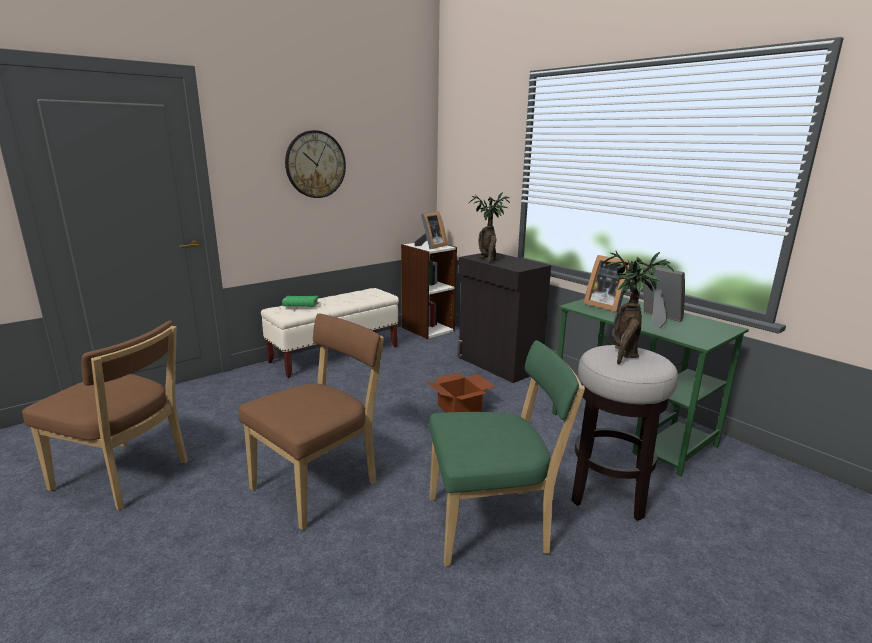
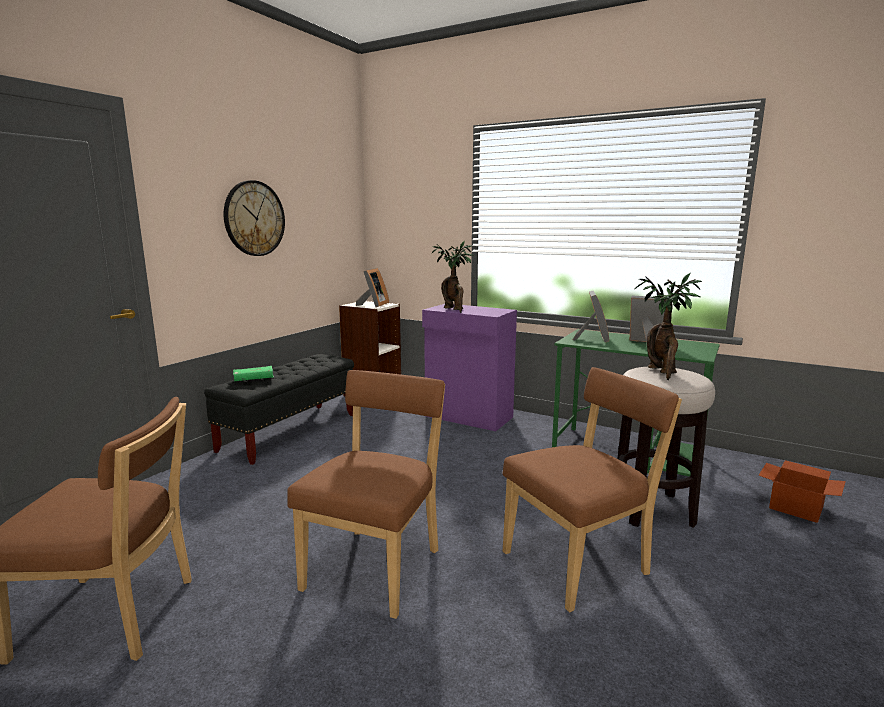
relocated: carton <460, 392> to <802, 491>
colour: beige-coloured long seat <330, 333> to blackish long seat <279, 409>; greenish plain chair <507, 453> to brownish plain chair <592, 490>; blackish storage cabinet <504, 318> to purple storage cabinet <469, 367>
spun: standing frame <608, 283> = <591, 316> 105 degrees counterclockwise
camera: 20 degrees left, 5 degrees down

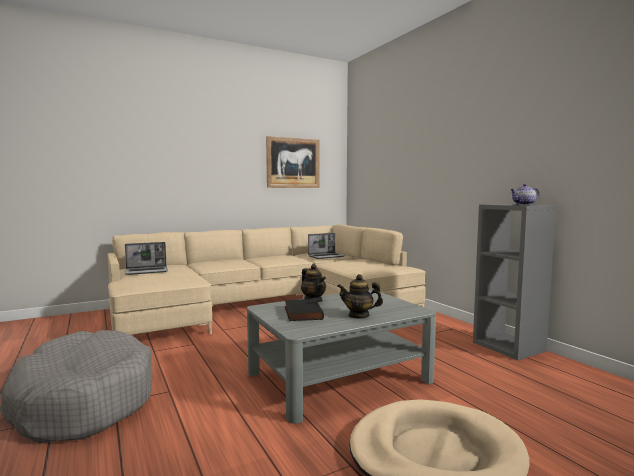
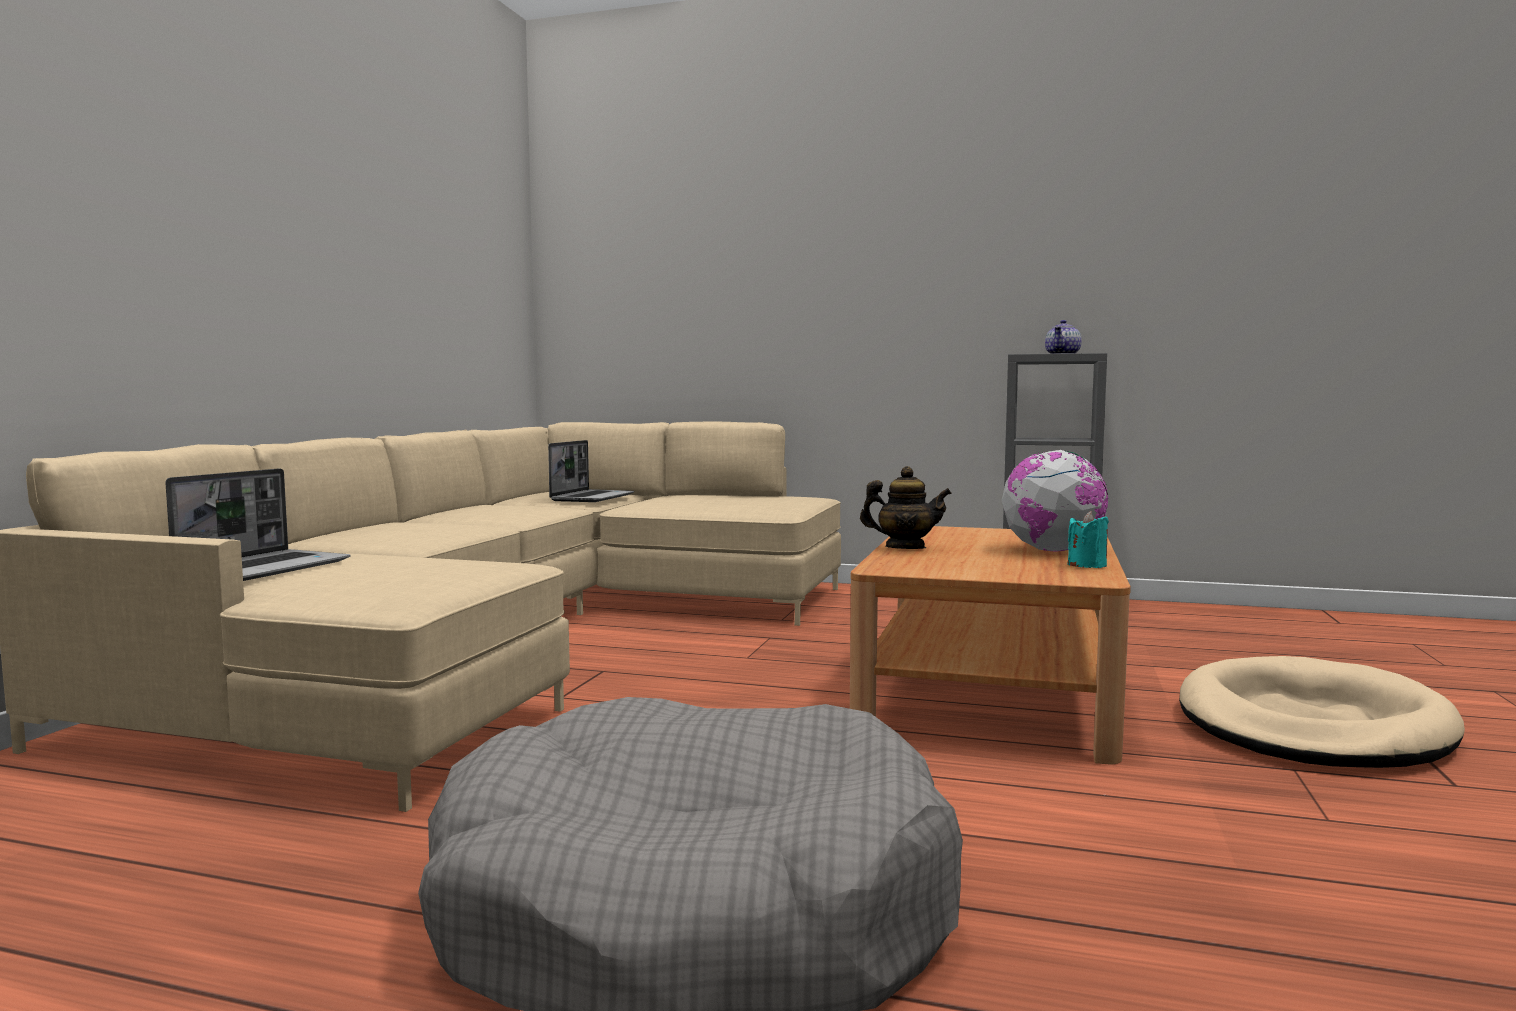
missing: wall picture <292, 162>; blackish book <304, 309>
appeared: blue-green wax light <1088, 539>
exchanged: teapot <360, 296> to world globe <1055, 500>
colour: grey lounge table <341, 356> to brownish lounge table <990, 645>
camera: 45 degrees left, 0 degrees up

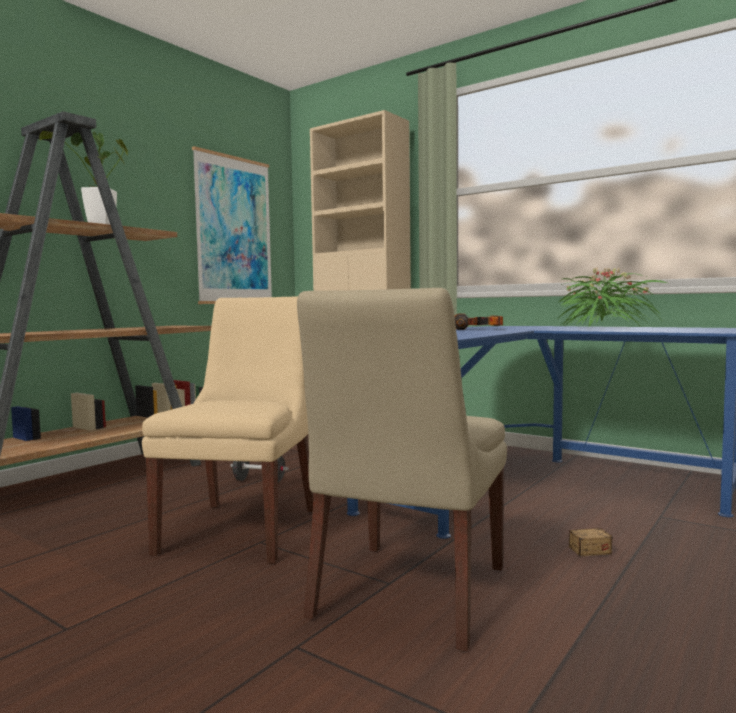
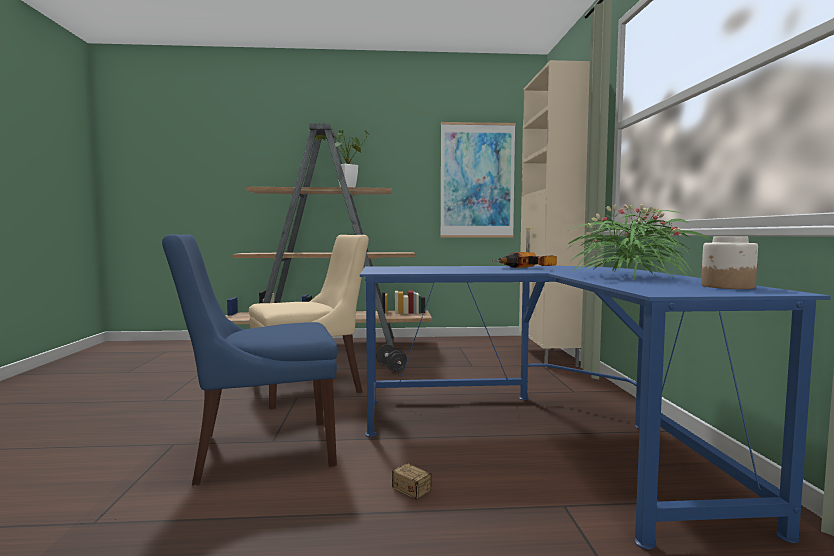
appeared: storage jar <729, 262>
colour: beige-coloured plain chair <402, 469> to blue-coloured plain chair <250, 359>
camera: 50 degrees right, 0 degrees up

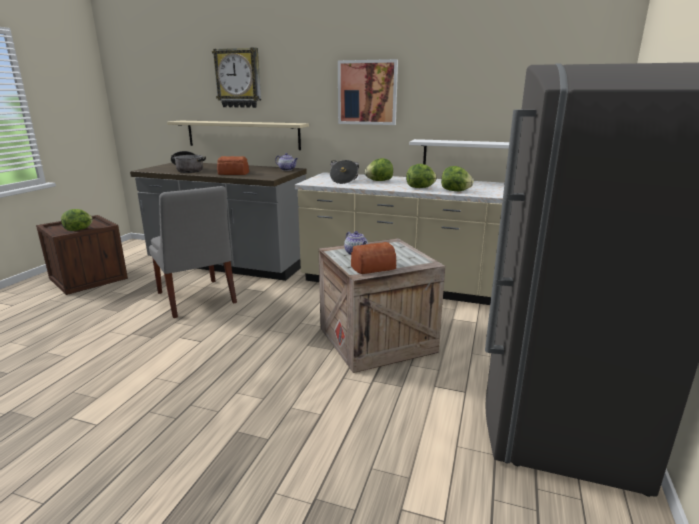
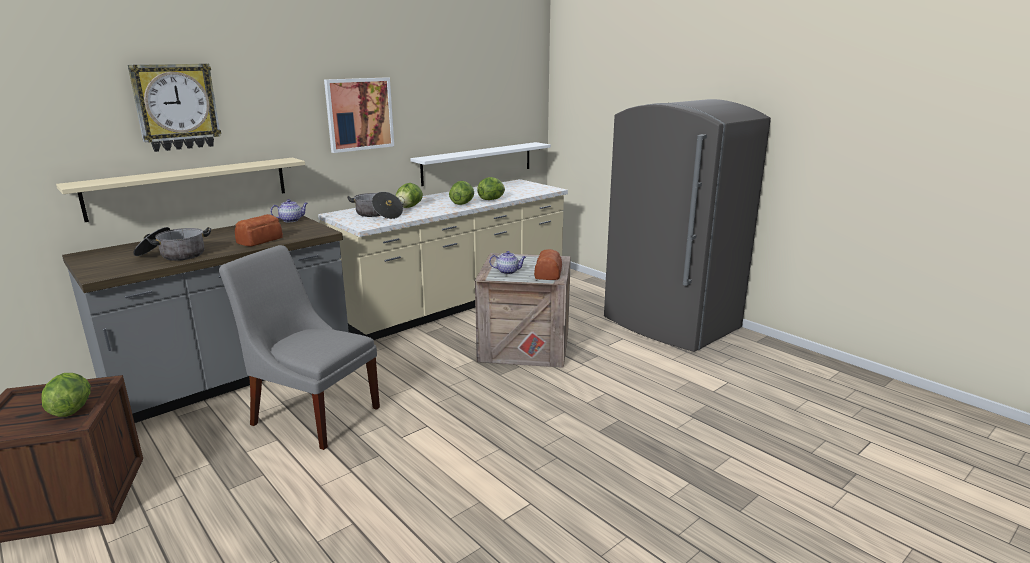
spun: grey plain chair <193, 252> = <299, 347> 150 degrees counterclockwise
camera: 60 degrees left, 0 degrees up

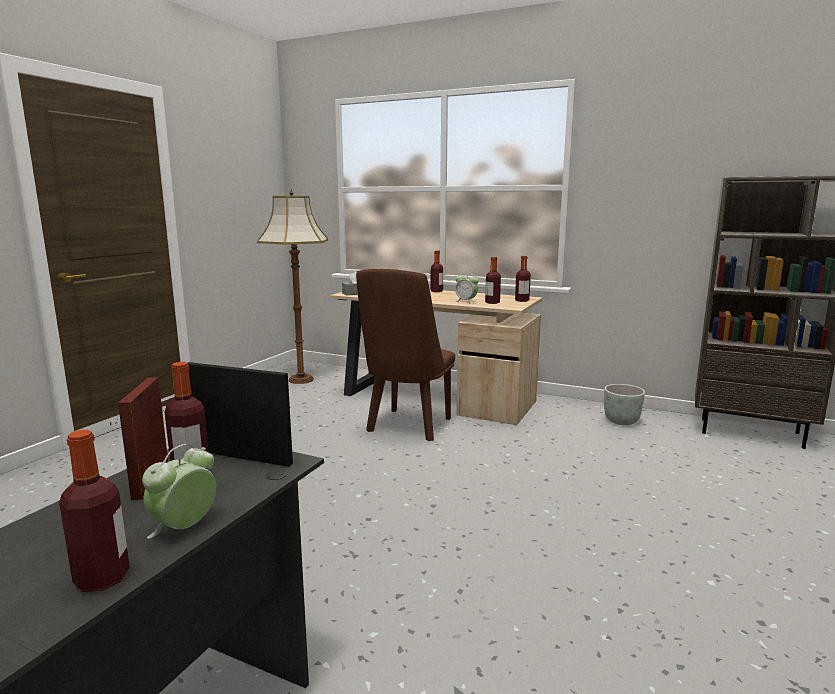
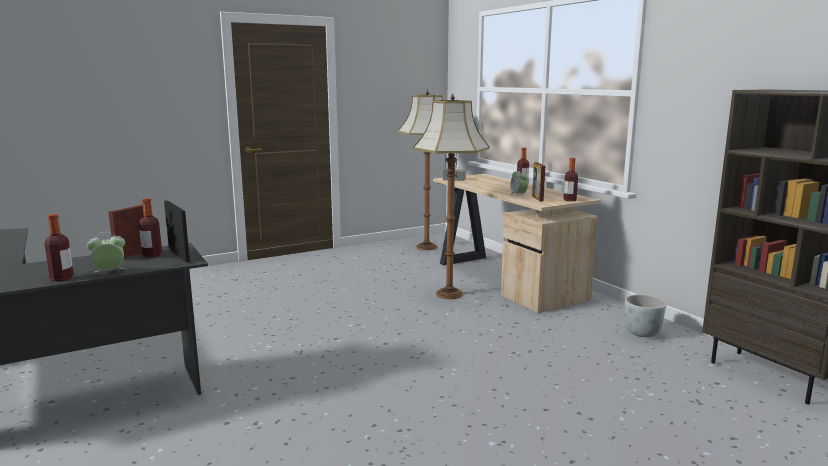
exchanged: brownish plain chair <405, 355> to standing lamp <451, 196>; bottle <493, 280> to standing frame <538, 182>
camera: 35 degrees right, 0 degrees up

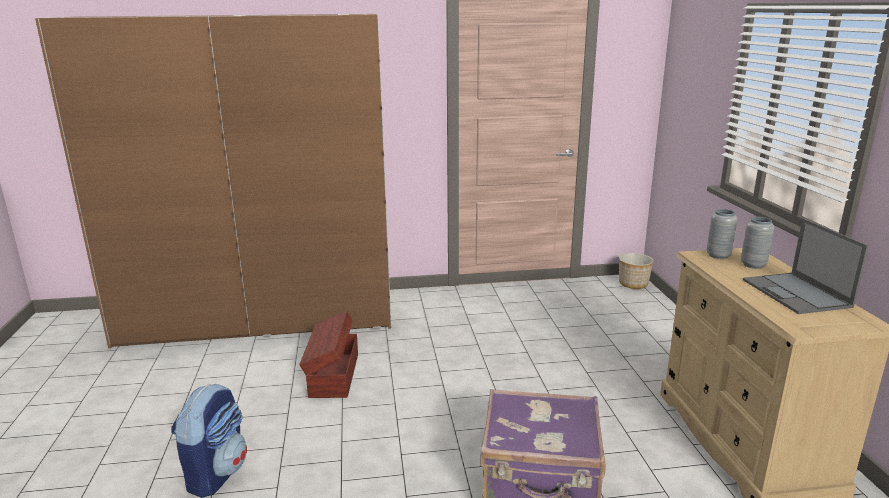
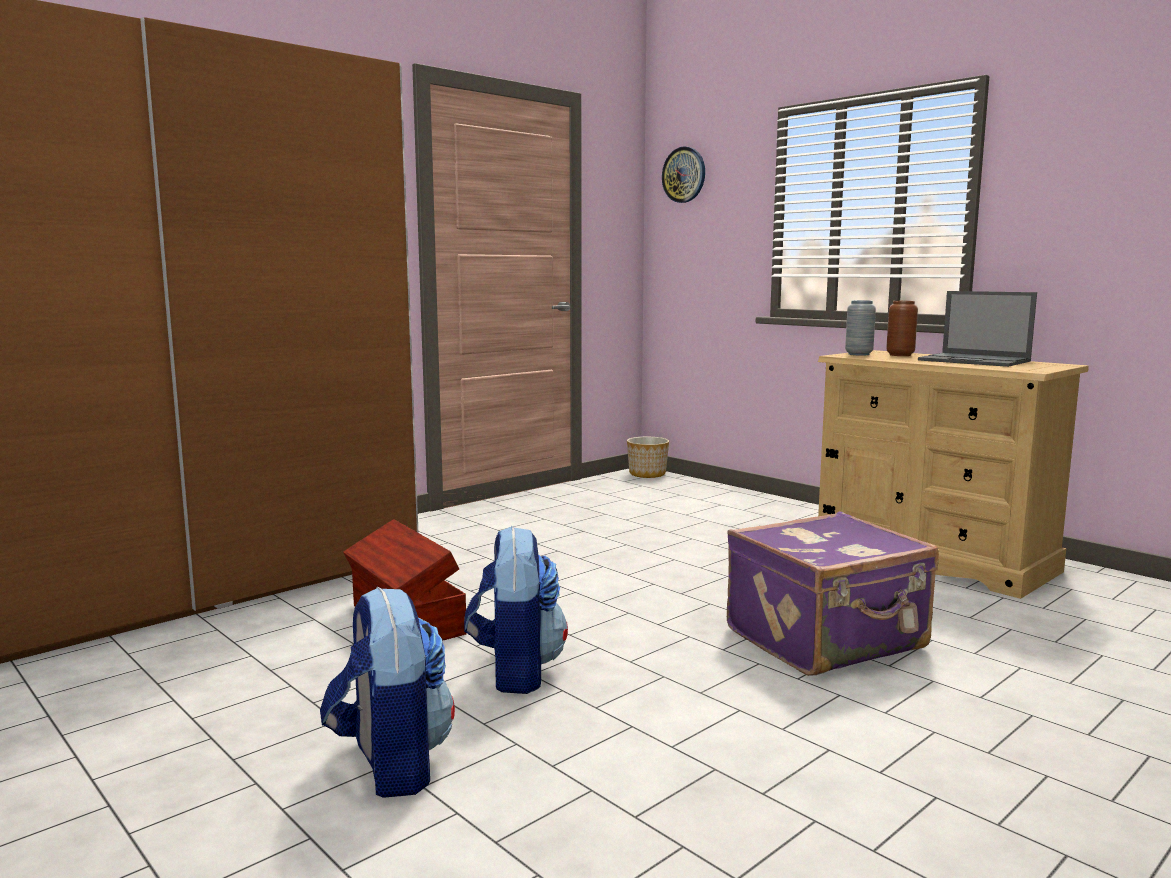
appeared: rucksack <516, 610>; hanging clock <683, 174>
colour: grey decorative vase <757, 243> to brownish decorative vase <902, 328>
camera: 35 degrees left, 10 degrees down

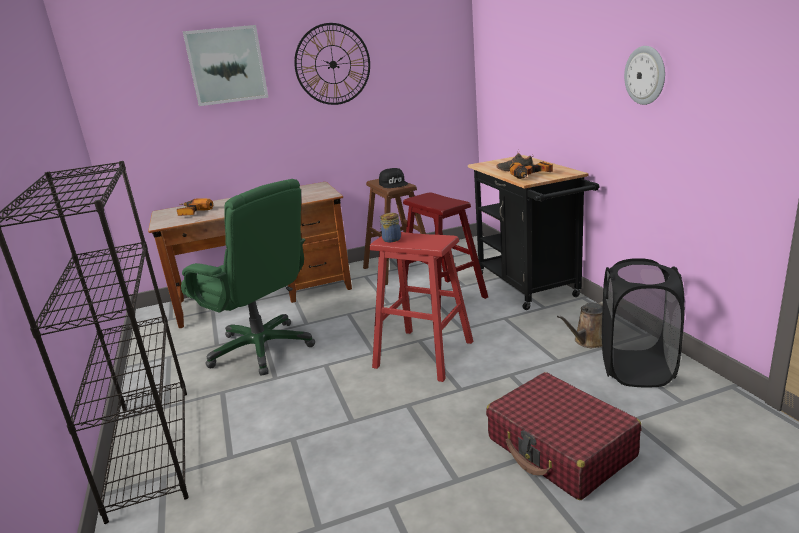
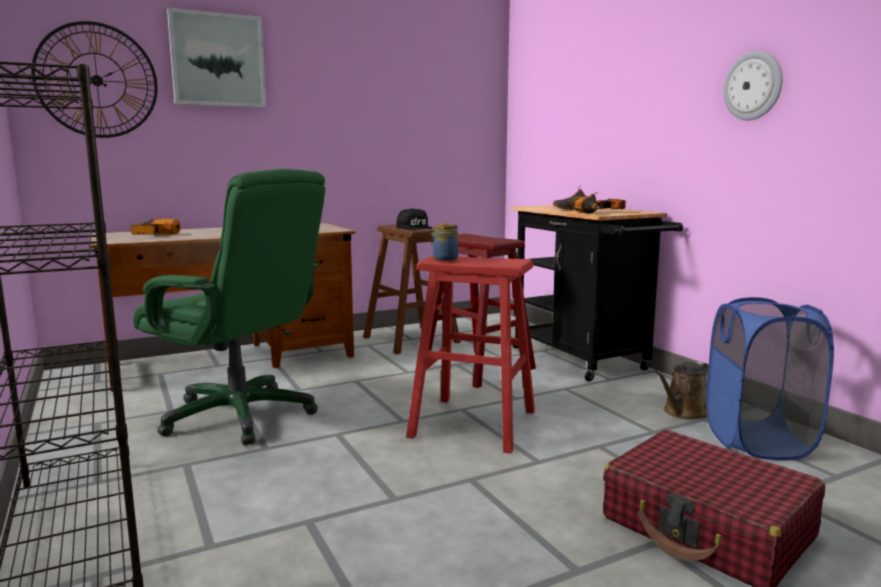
relocated: hanging clock <332, 64> to <94, 79>
colour: blackish laundry basket <643, 323> to blue-coloured laundry basket <770, 378>
camera: 10 degrees left, 10 degrees down

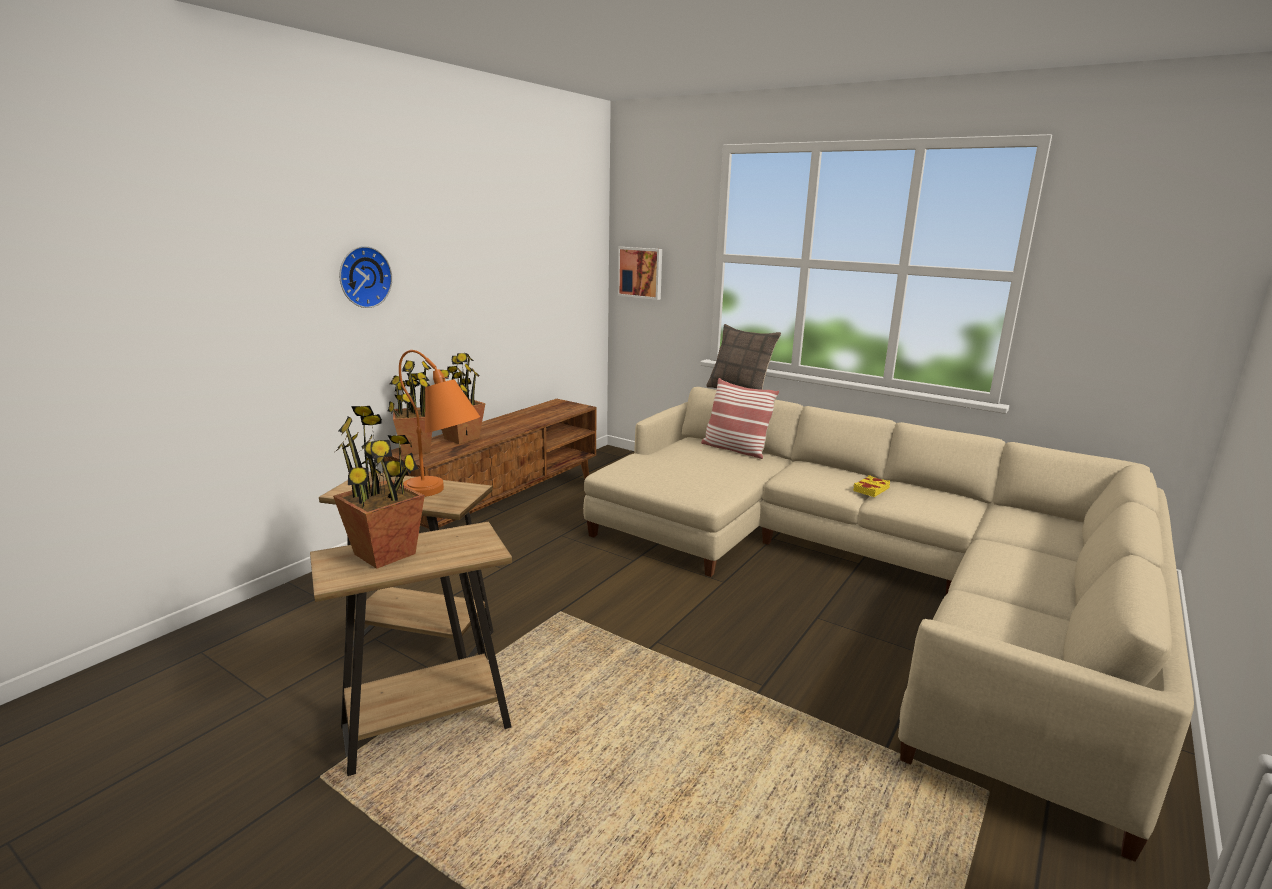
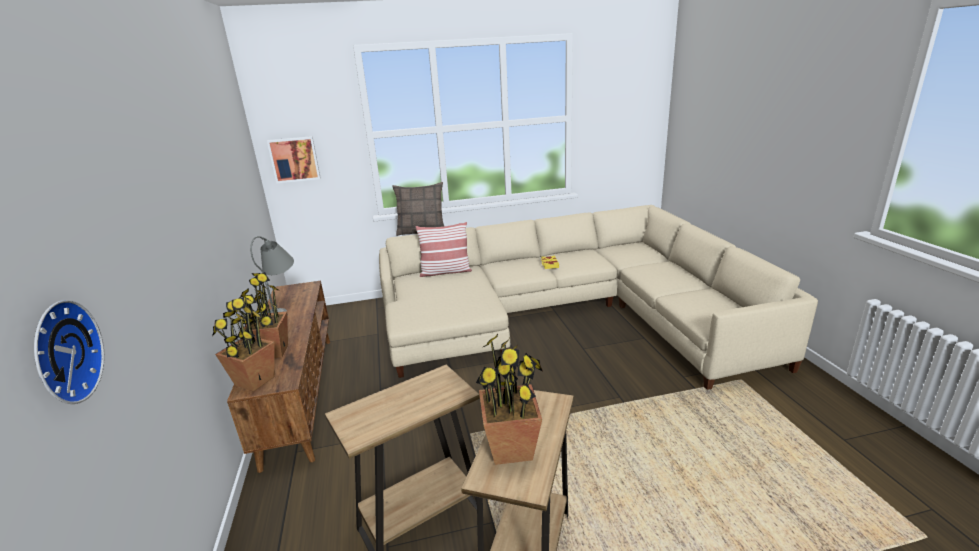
missing: orange-coloured table lamp <439, 423>
appeared: grey table lamp <272, 276>
relocated: hanging clock <365, 277> to <69, 352>
camera: 45 degrees left, 5 degrees up

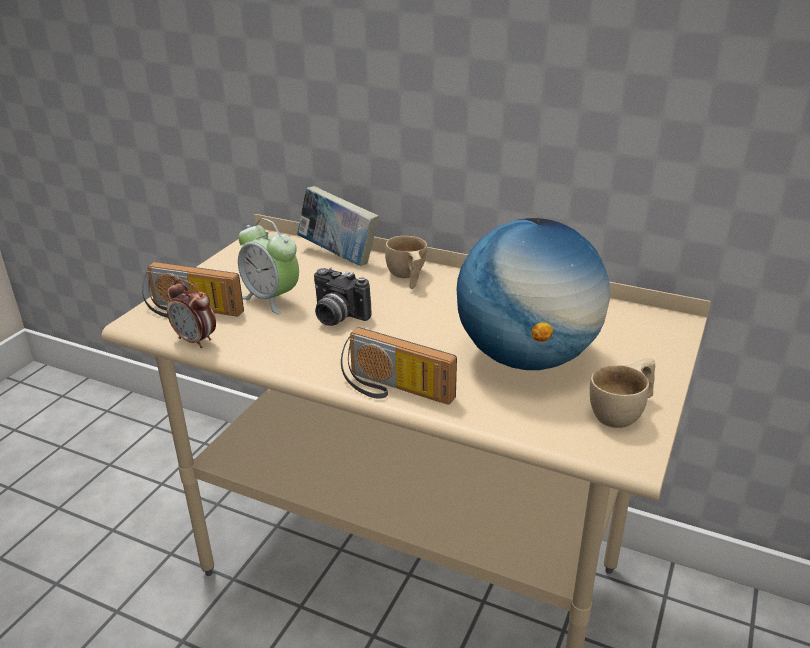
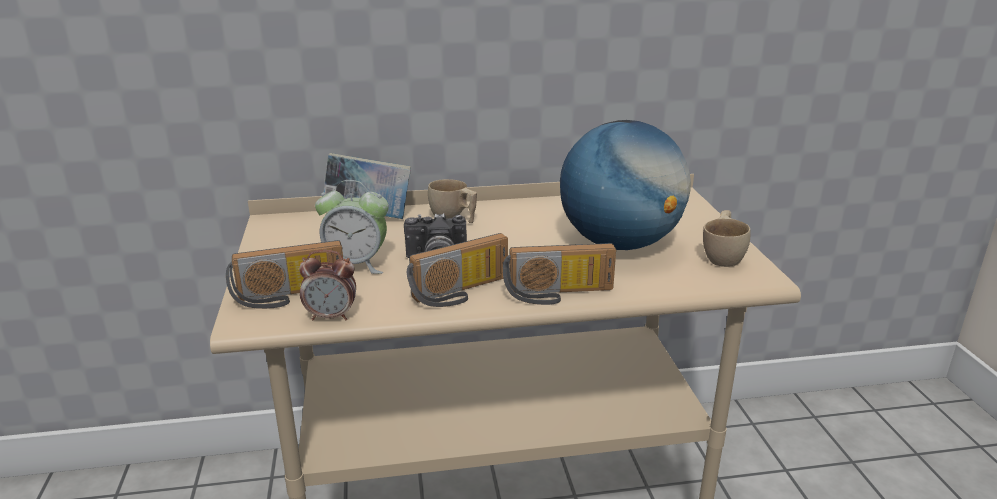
appeared: radio set <457, 270>
camera: 35 degrees left, 5 degrees down

